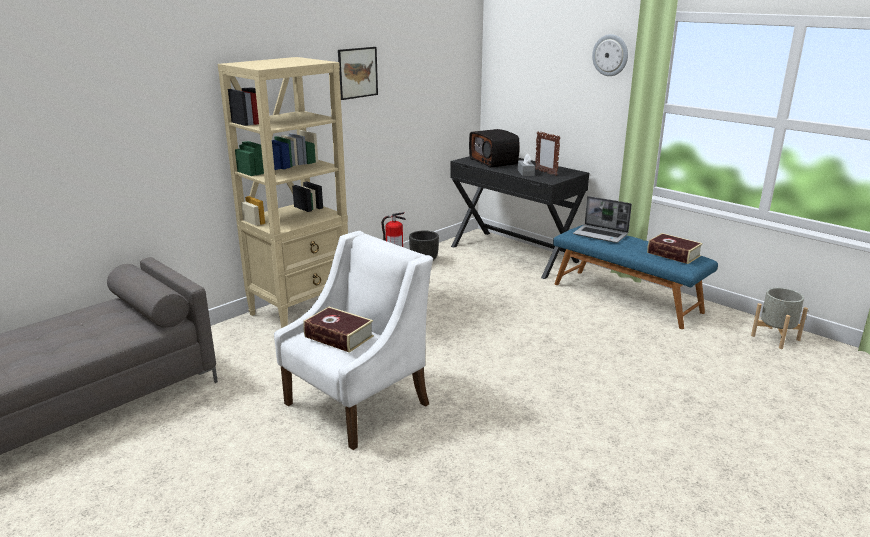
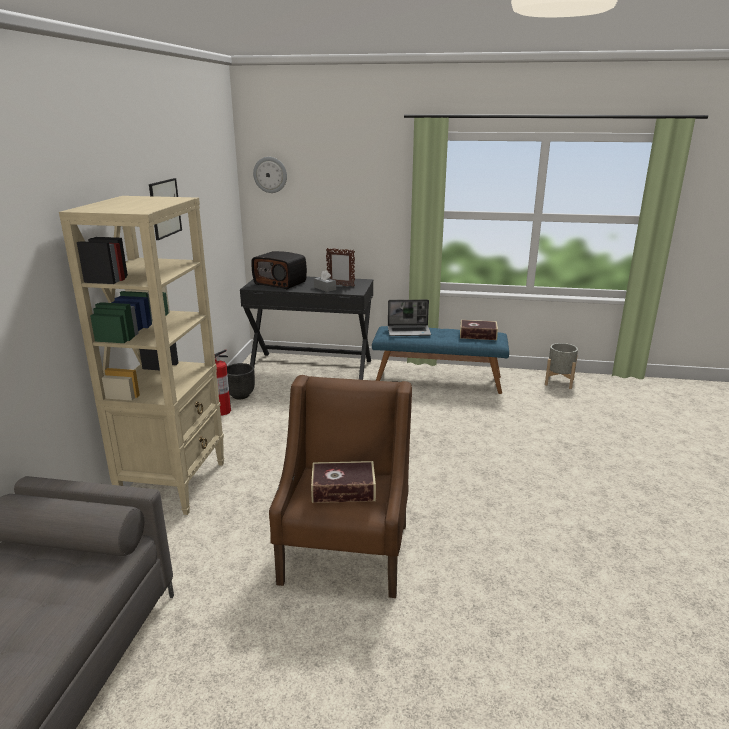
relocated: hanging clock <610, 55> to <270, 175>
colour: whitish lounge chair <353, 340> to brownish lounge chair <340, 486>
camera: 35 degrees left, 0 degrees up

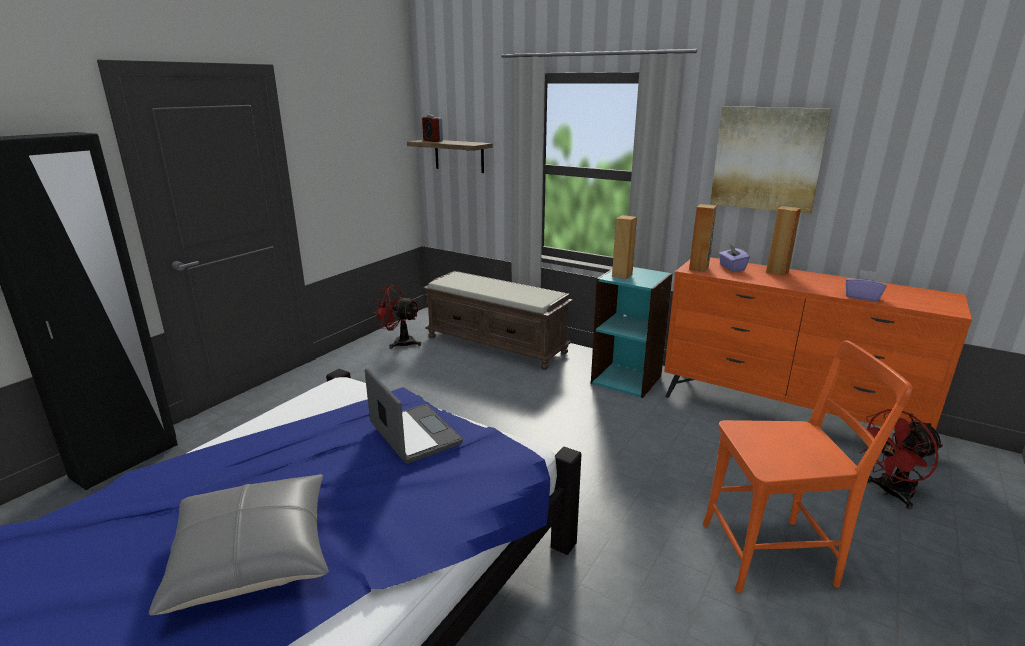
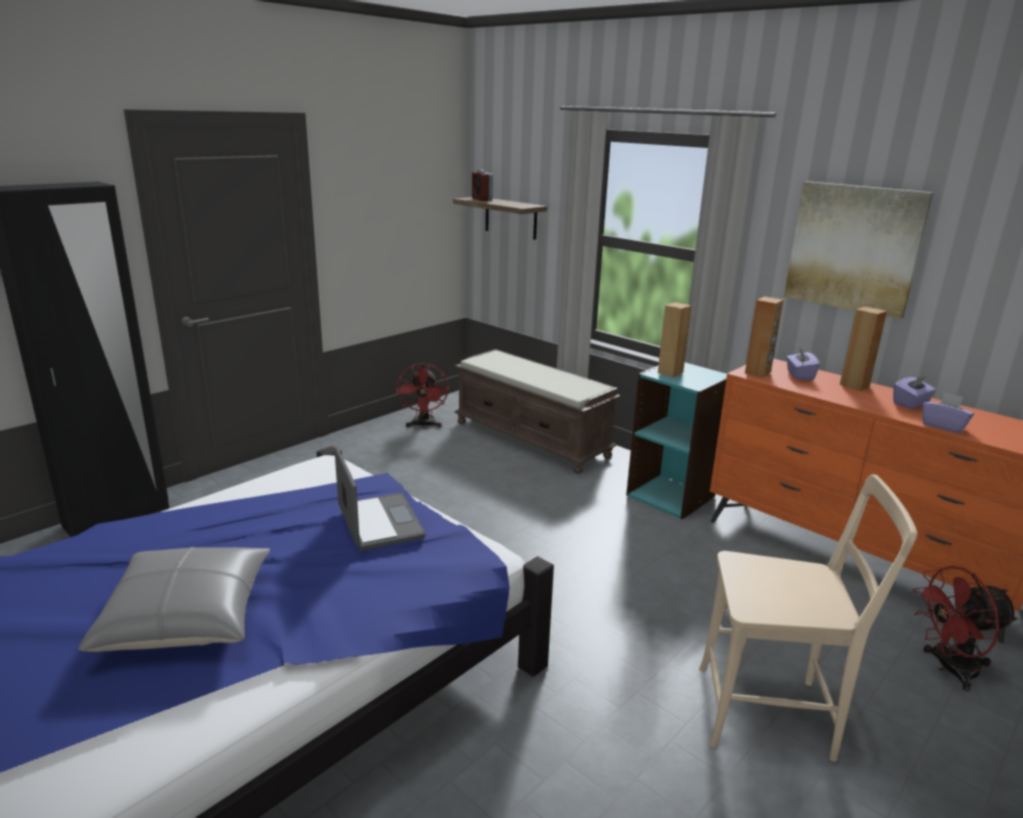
appeared: purple tissue holder <914, 392>
colour: orange-coloured plain chair <807, 467> to beige-coloured plain chair <808, 618>
spun: red cooling fan <396, 316> = <423, 395> 120 degrees counterclockwise
camera: 10 degrees right, 0 degrees up

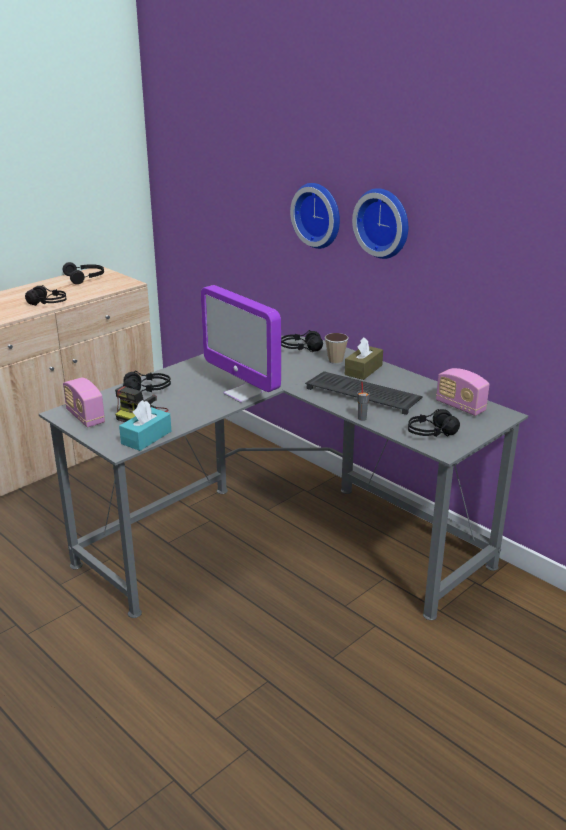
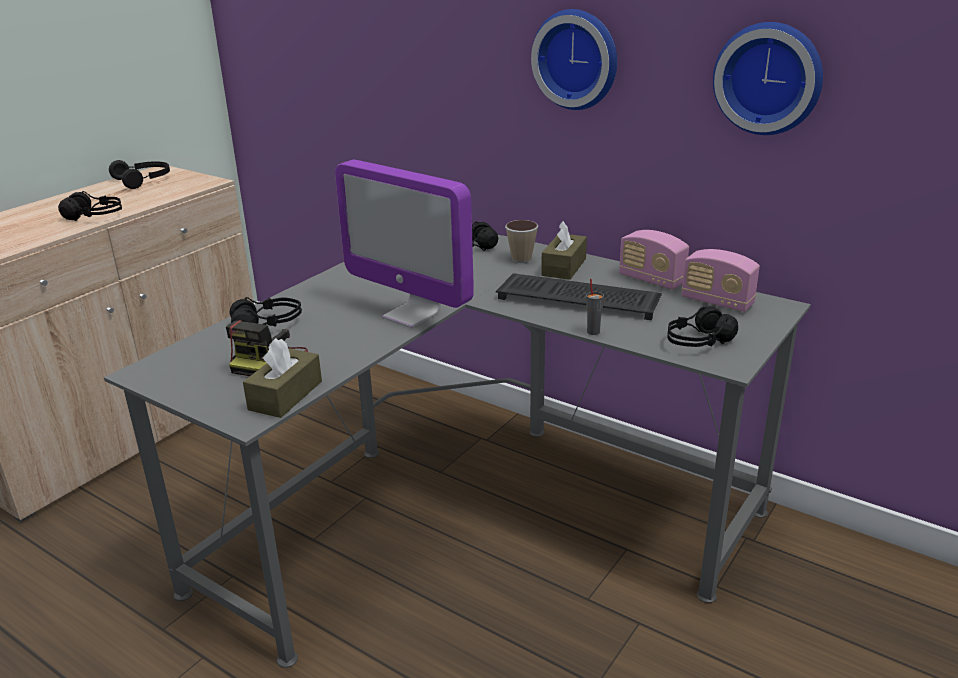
relocated: radio set <84, 402> to <654, 260>; hanging clock <315, 216> to <768, 78>
colour: blue-green tissue holder <145, 425> to brownish tissue holder <282, 378>
camera: 10 degrees left, 0 degrees up

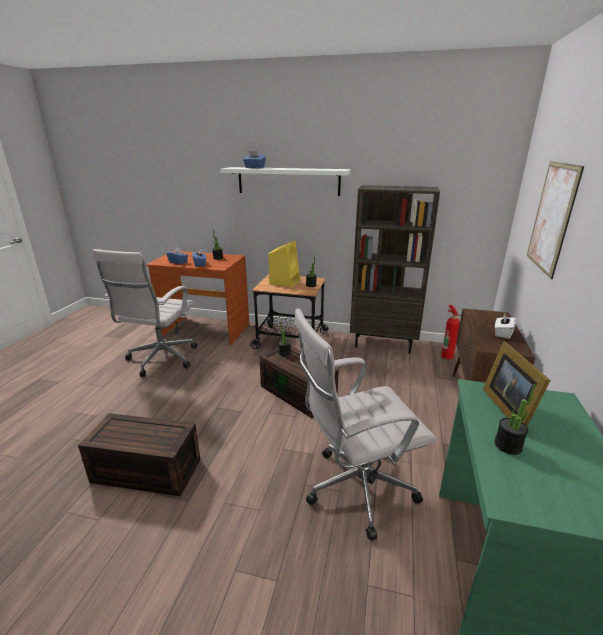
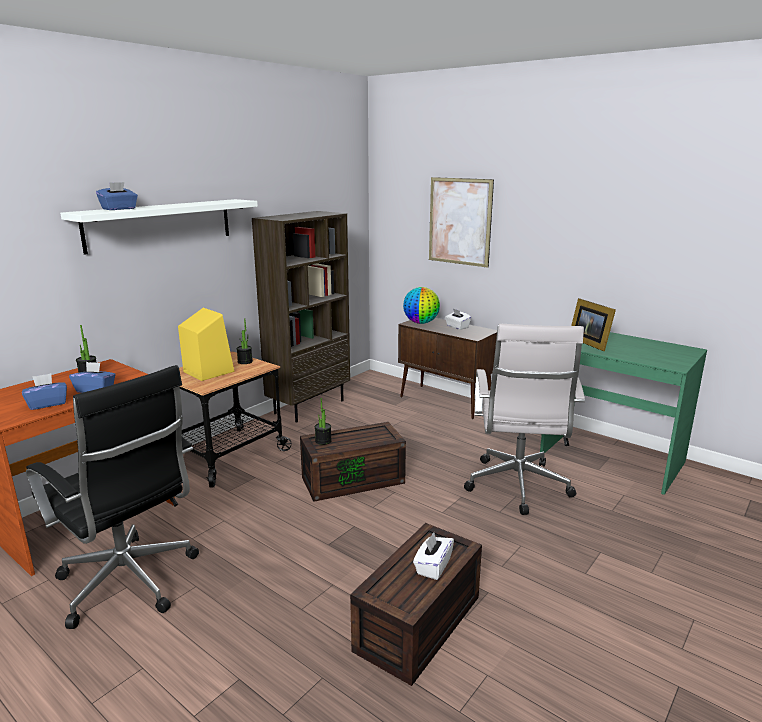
missing: fire extinguisher <451, 332>; houseplant <515, 419>
appeared: world globe <421, 305>; whitish tissue holder <433, 556>
colour: whitish office chair <145, 313> to blackish office chair <112, 497>
spun: standing frame <517, 384> = <593, 324> 45 degrees clockwise
camera: 65 degrees left, 5 degrees down

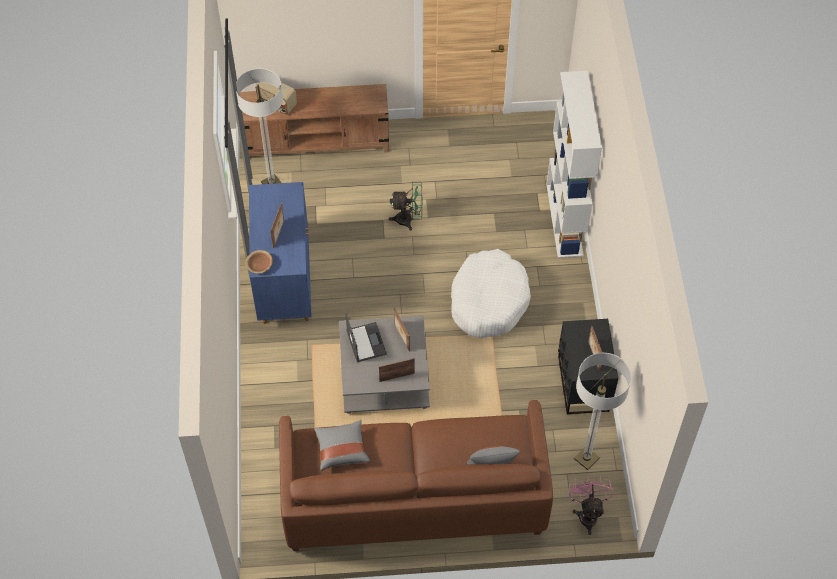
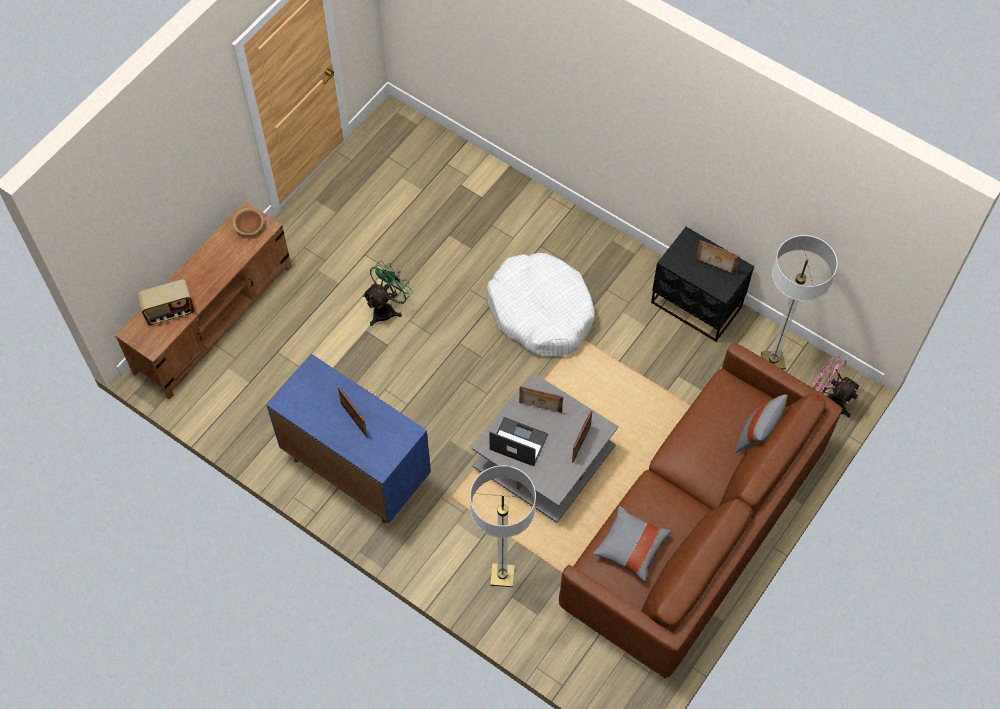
missing: whitish shelving unit <574, 164>
relocated: standing lamp <259, 126> to <503, 526>; brownish bowl <259, 262> to <248, 221>
camera: 50 degrees left, 5 degrees up

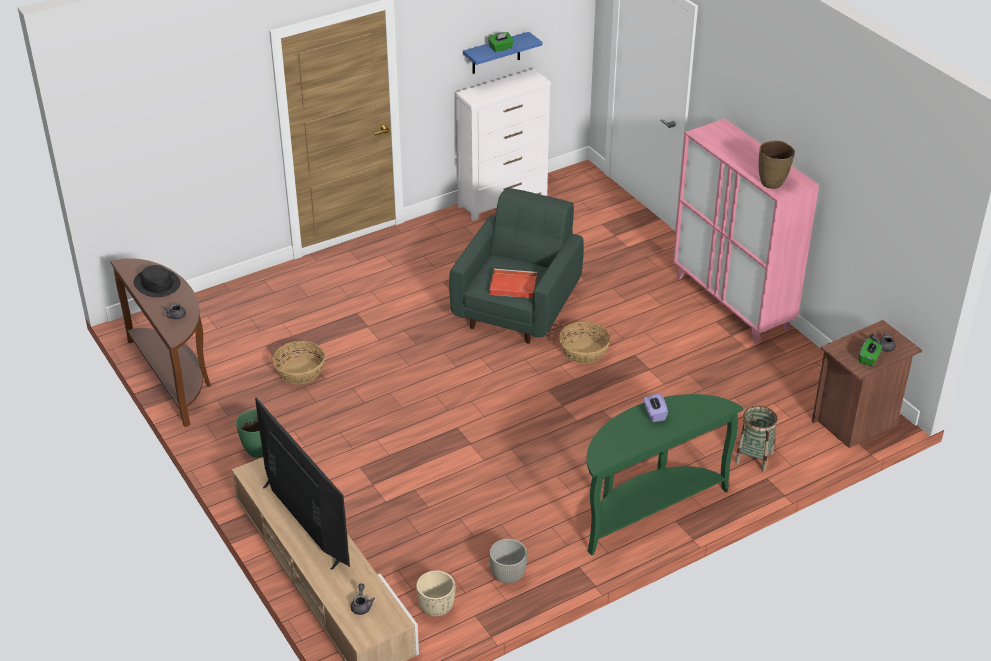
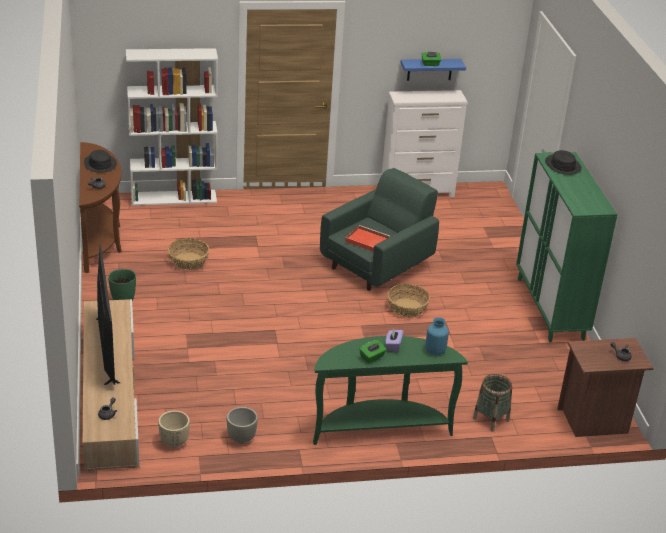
missing: brownish decorative vase <777, 165>
appeared: whitish shelving unit <172, 127>; blue-coloured decorative vase <437, 336>; blackish wearable hat <563, 162>
relocated: greenish tissue holder <871, 352> to <372, 351>
colour: pinkish storage cabinet <746, 232> to greenish storage cabinet <566, 247>
camera: 20 degrees right, 5 degrees down

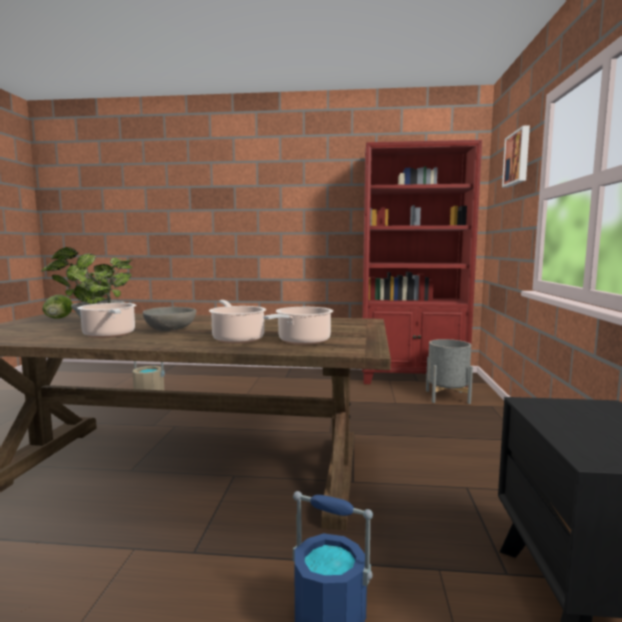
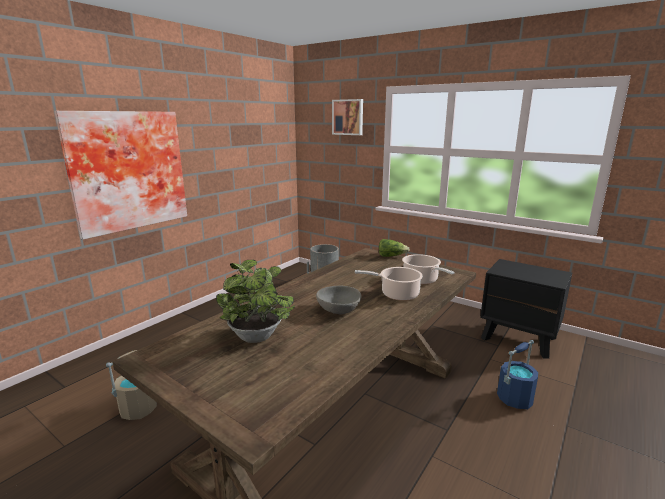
missing: cooking pot <106, 320>; red shelving unit <422, 263>
appeared: wall picture <120, 175>
relocated: lettuce head <57, 307> to <394, 248>
camera: 60 degrees left, 10 degrees up

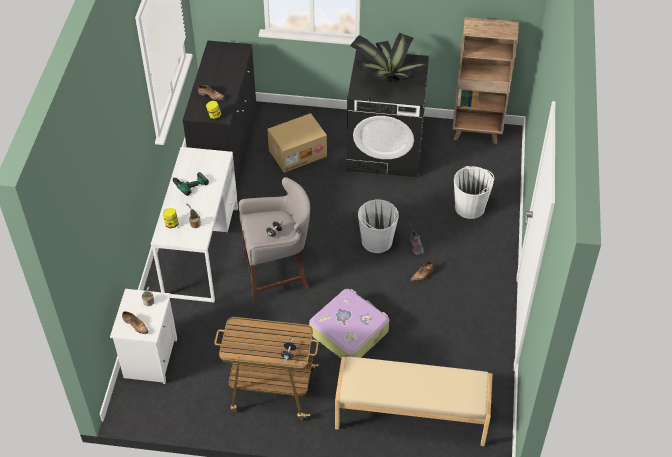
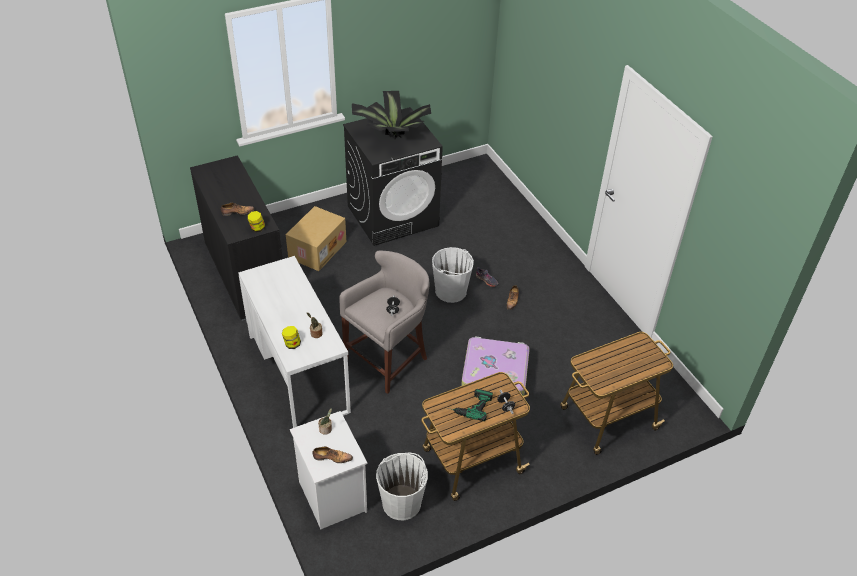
missing: brownish shelving unit <486, 80>
relocated: electric drill <189, 184> to <470, 405>; whitish bucket <474, 192> to <402, 486>
exchanged: beige-coloured long seat <413, 401> to wheeled cart <616, 393>
camera: 35 degrees left, 5 degrees down

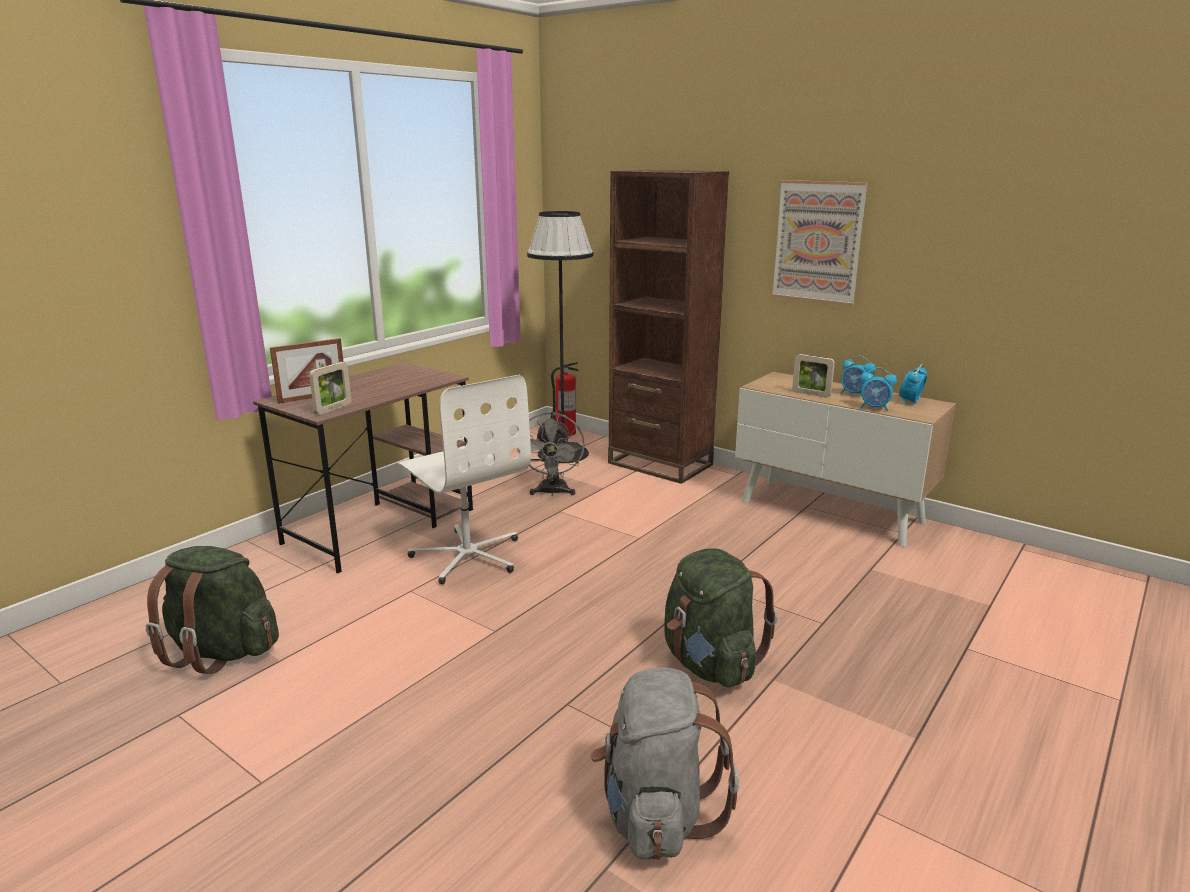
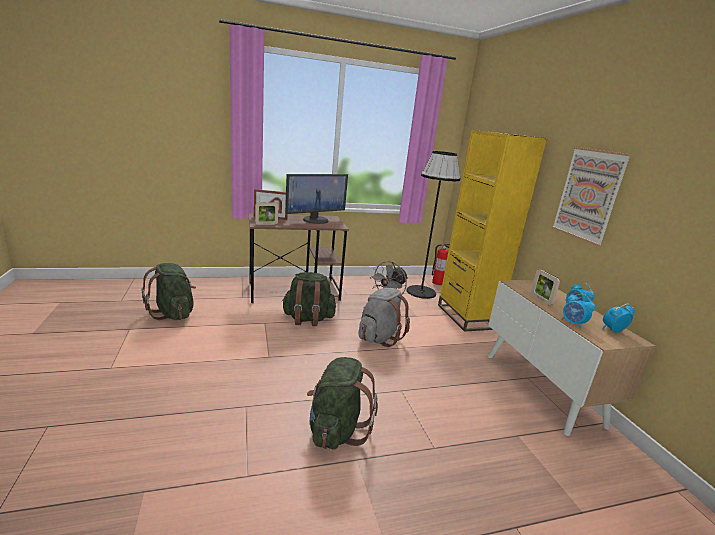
appeared: computer display <316, 199>
relocated: grey rucksack <664, 763> to <384, 317>
exchanged: whitish office chair <464, 480> to greenish rucksack <309, 299>
colour: brownish shelving unit <668, 327> to yellow-coloured shelving unit <492, 231>
camera: 35 degrees right, 0 degrees up

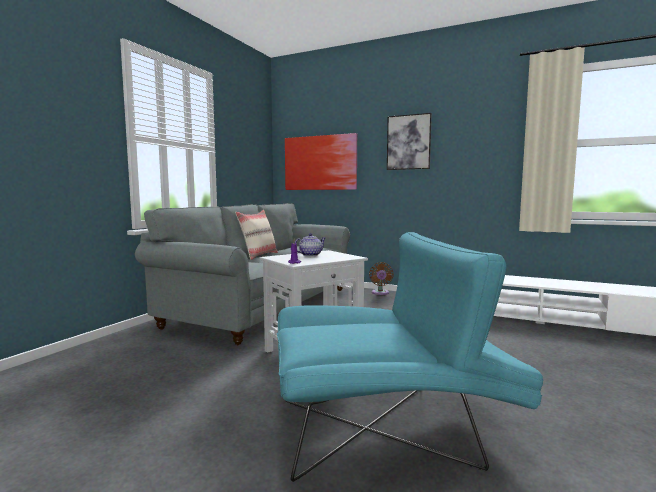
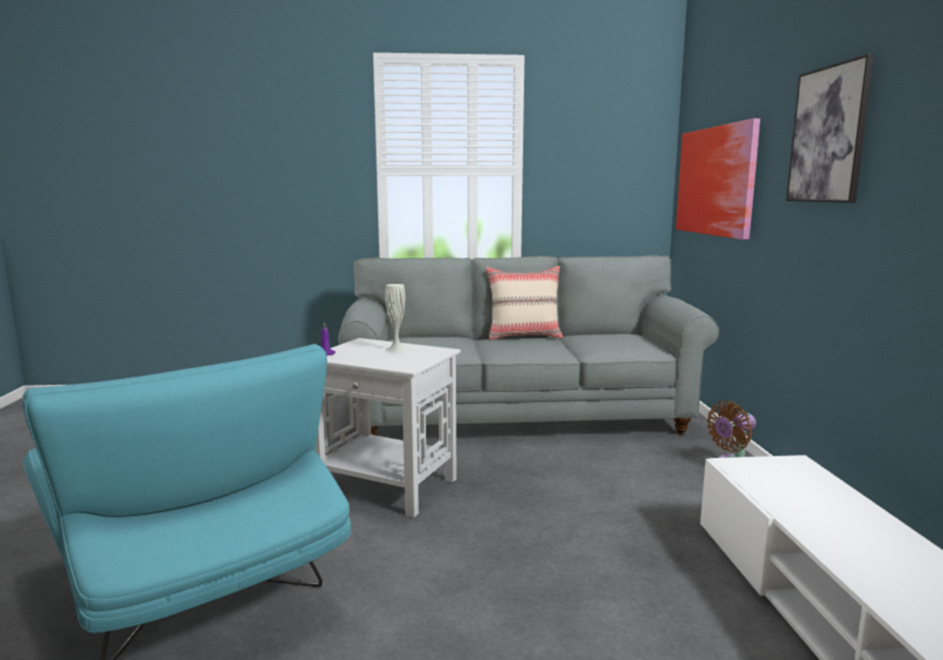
exchanged: teapot <310, 244> to whitish decorative vase <396, 318>
camera: 60 degrees right, 5 degrees up

